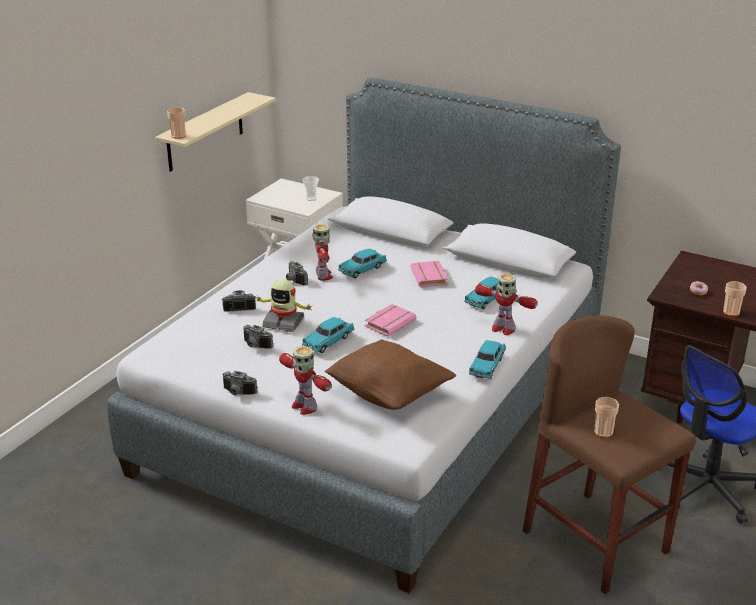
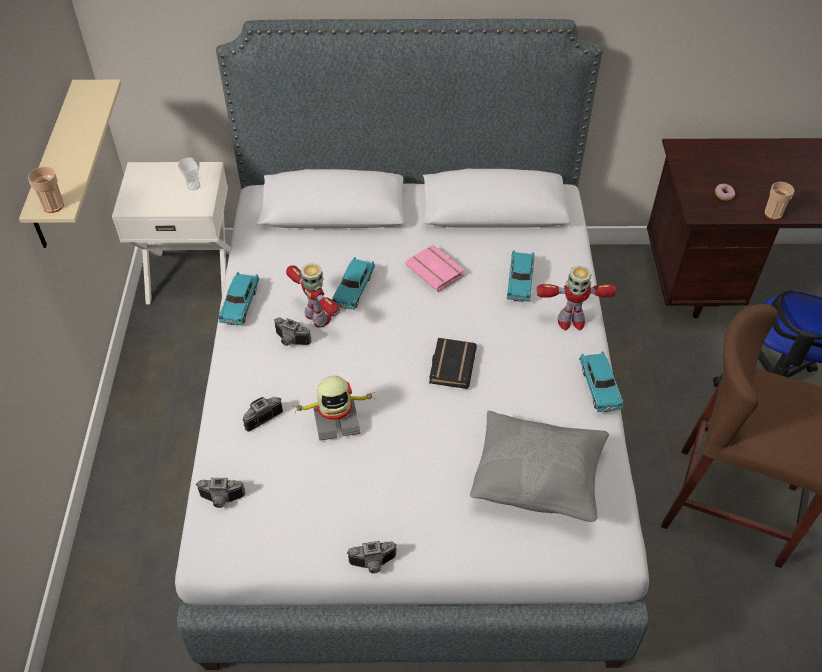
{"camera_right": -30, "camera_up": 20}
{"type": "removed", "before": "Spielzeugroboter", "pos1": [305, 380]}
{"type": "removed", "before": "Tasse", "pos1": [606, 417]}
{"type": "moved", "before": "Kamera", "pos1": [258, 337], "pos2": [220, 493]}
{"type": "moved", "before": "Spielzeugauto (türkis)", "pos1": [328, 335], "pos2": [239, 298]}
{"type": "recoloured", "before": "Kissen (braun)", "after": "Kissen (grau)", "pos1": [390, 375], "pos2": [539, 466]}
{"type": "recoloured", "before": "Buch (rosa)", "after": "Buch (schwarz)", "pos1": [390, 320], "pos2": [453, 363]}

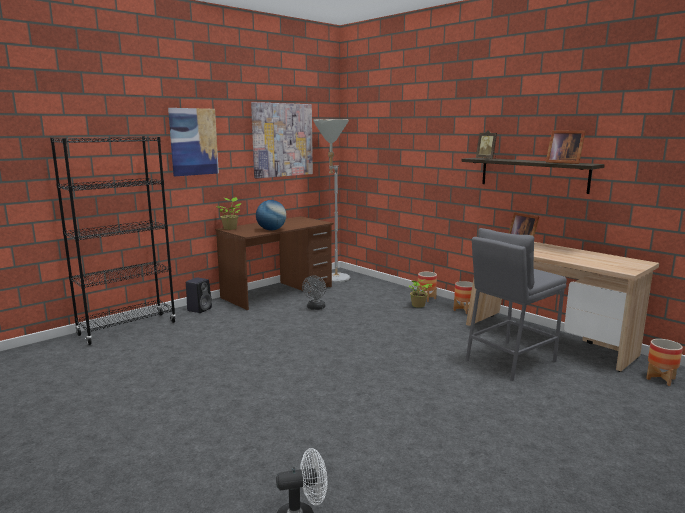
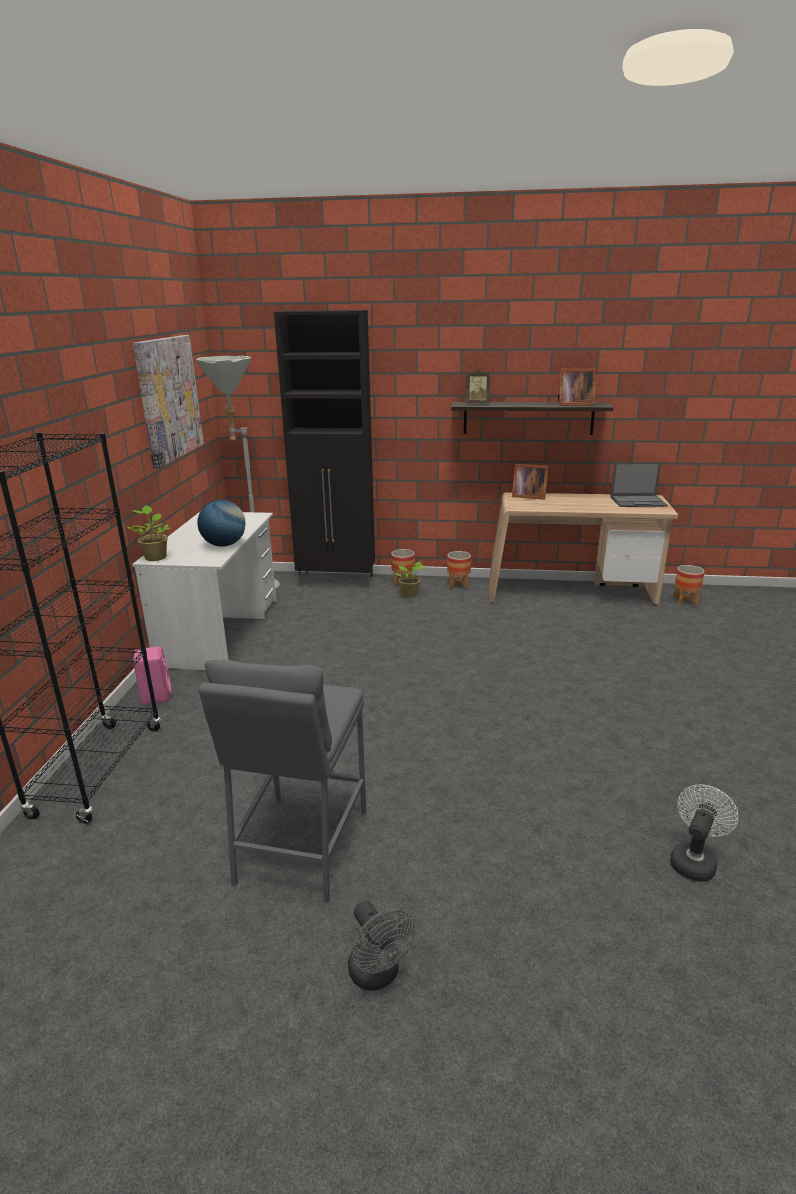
{"camera_right": -40, "camera_up": 10}
{"type": "removed", "before": "Bild", "pos1": [193, 142]}
{"type": "added", "after": "Schrank (schwarz)", "pos2": [324, 449]}
{"type": "added", "after": "Laptop", "pos2": [639, 484]}
{"type": "moved", "before": "Ventilator (grau)", "pos1": [314, 292], "pos2": [381, 945]}
{"type": "moved", "before": "Hocker (grau)", "pos1": [516, 304], "pos2": [282, 781]}
{"type": "recoloured", "before": "Lautsprecher (schwarz)", "after": "Lautsprecher (rosa)", "pos1": [199, 295], "pos2": [152, 675]}
{"type": "recoloured", "before": "Schreibtisch (braun)", "after": "Schreibtisch (weiß)", "pos1": [274, 263], "pos2": [204, 591]}

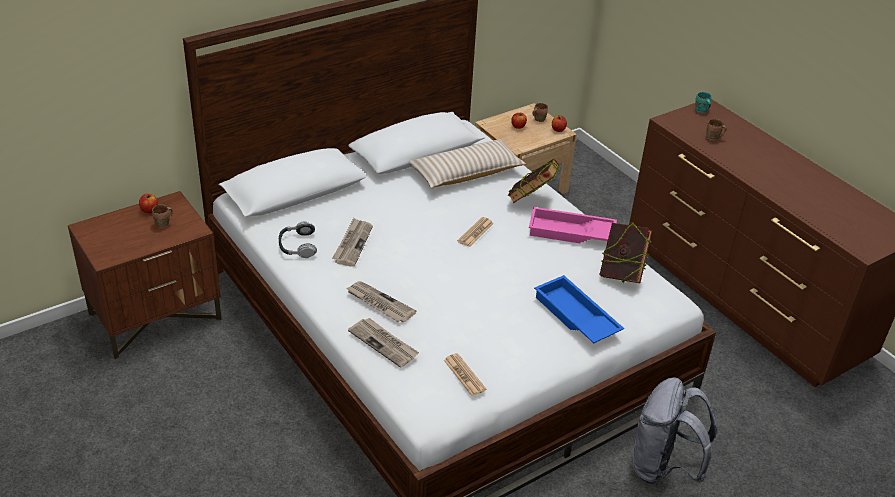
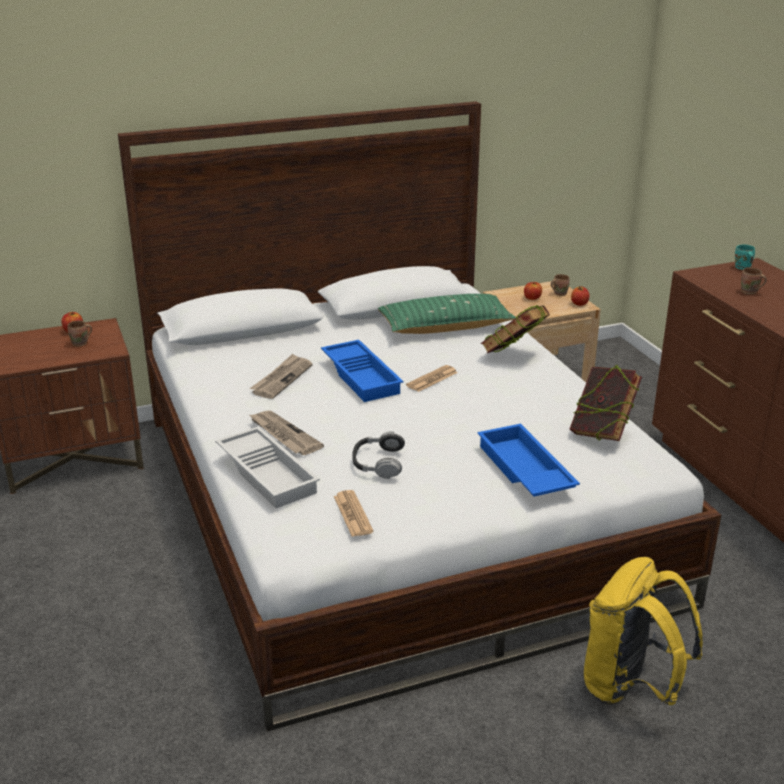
{"camera_right": 15, "camera_up": -10}
{"type": "removed", "before": "Tablett (rosa)", "pos1": [573, 225]}
{"type": "added", "after": "Tablett (blau)", "pos2": [362, 371]}
{"type": "moved", "before": "Kopfhörer", "pos1": [298, 239], "pos2": [378, 455]}
{"type": "replaced", "before": "Zeitung", "after": "Tablett (weiß)", "pos1": [383, 343], "pos2": [267, 467]}
{"type": "recoloured", "before": "Kissen (beige)", "after": "Kissen (grün)", "pos1": [467, 163], "pos2": [447, 314]}
{"type": "recoloured", "before": "Rucksack (grau)", "after": "Rucksack (gelb)", "pos1": [675, 430], "pos2": [643, 631]}

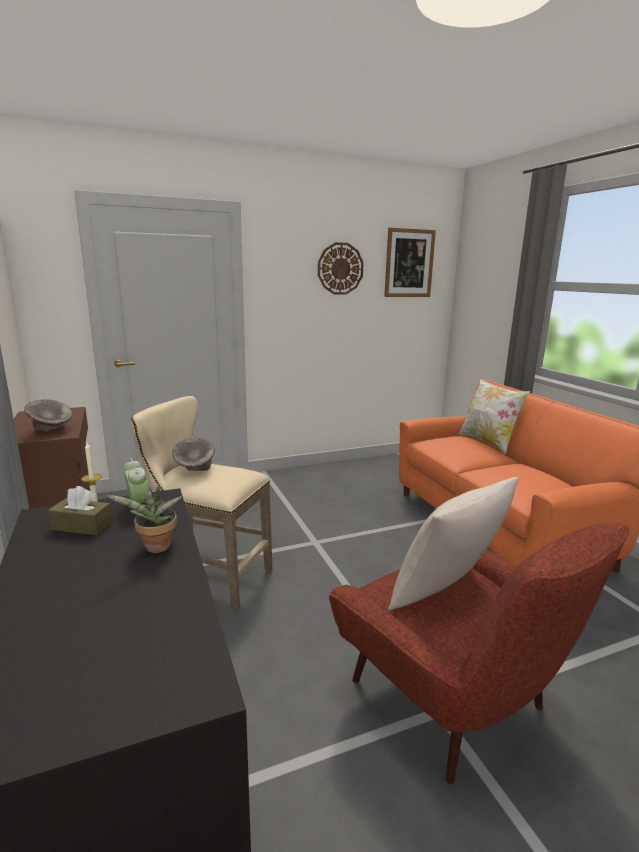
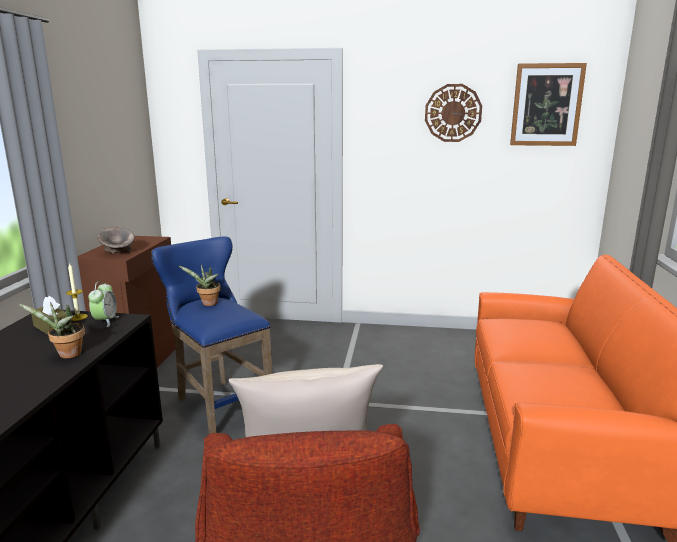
{"camera_right": 30, "camera_up": 0}
{"type": "removed", "before": "Kissen", "pos1": [494, 416]}
{"type": "replaced", "before": "Schüssel (grau)", "after": "Topfpflanze", "pos1": [193, 454], "pos2": [200, 285]}
{"type": "recoloured", "before": "Hocker (beige)", "after": "Hocker (blau)", "pos1": [201, 503], "pos2": [211, 335]}

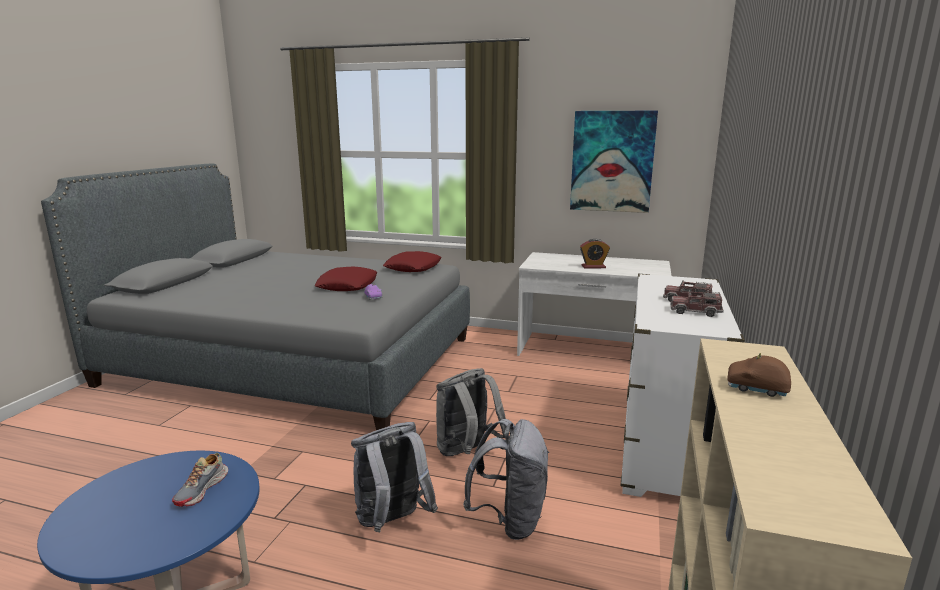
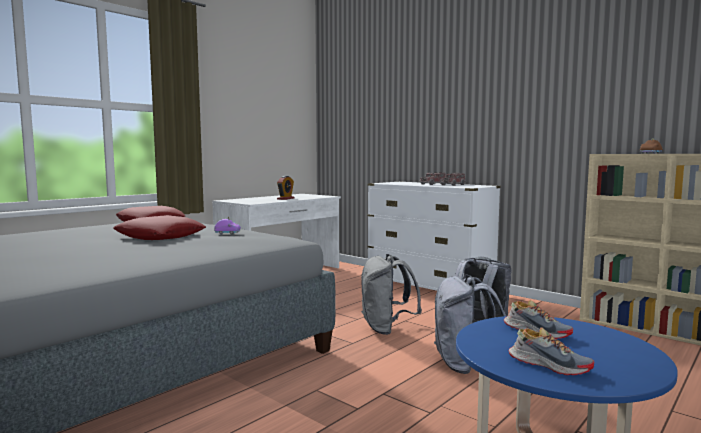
{"camera_right": -65, "camera_up": -10}
{"type": "removed", "before": "Bild", "pos1": [614, 162]}
{"type": "added", "after": "Schuh", "pos2": [551, 351]}

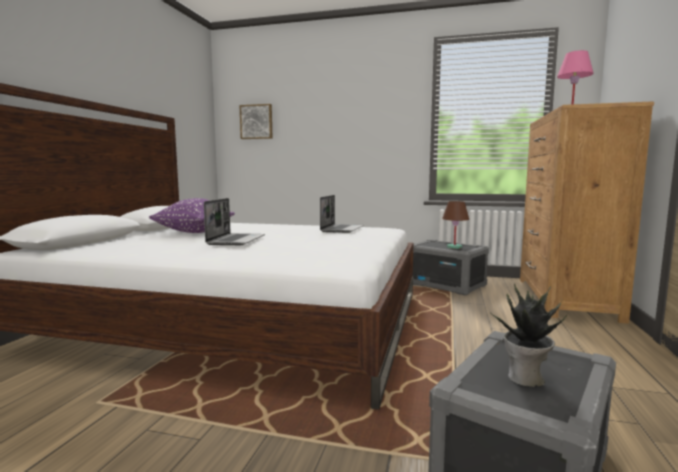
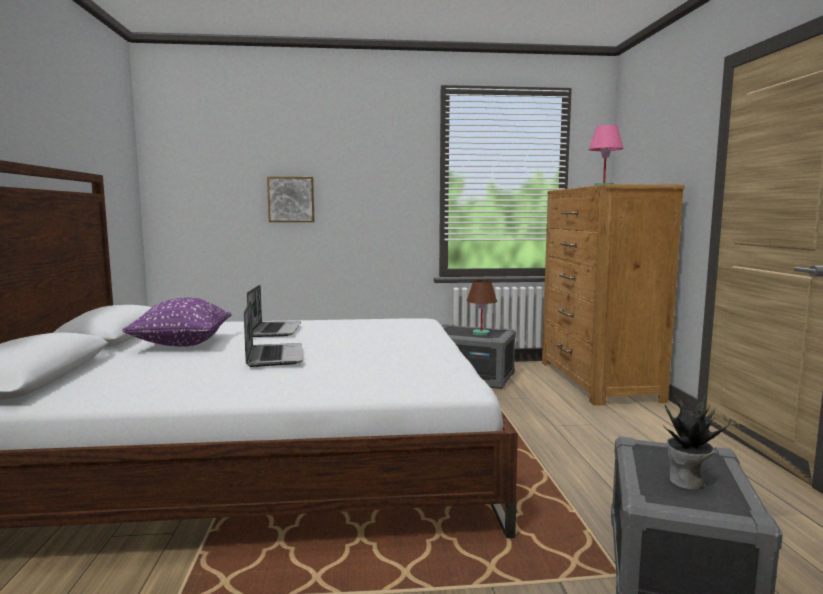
{"camera_right": -20, "camera_up": 0}
{"type": "moved", "before": "Bild", "pos1": [256, 121], "pos2": [290, 199]}
{"type": "moved", "before": "Laptop", "pos1": [342, 214], "pos2": [274, 311]}

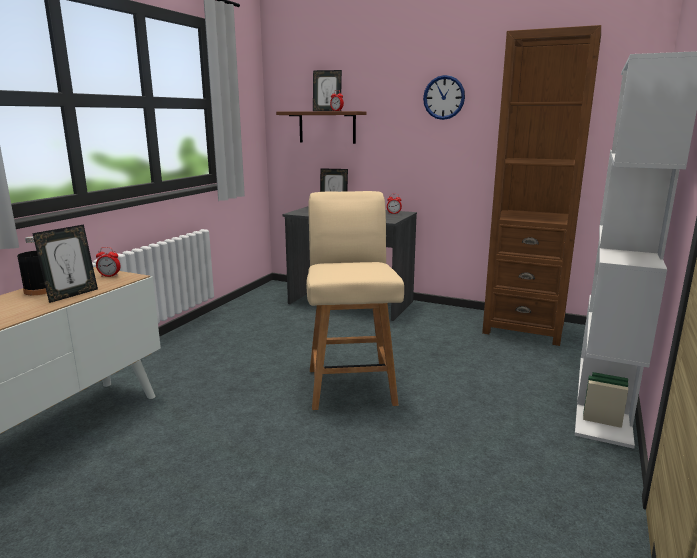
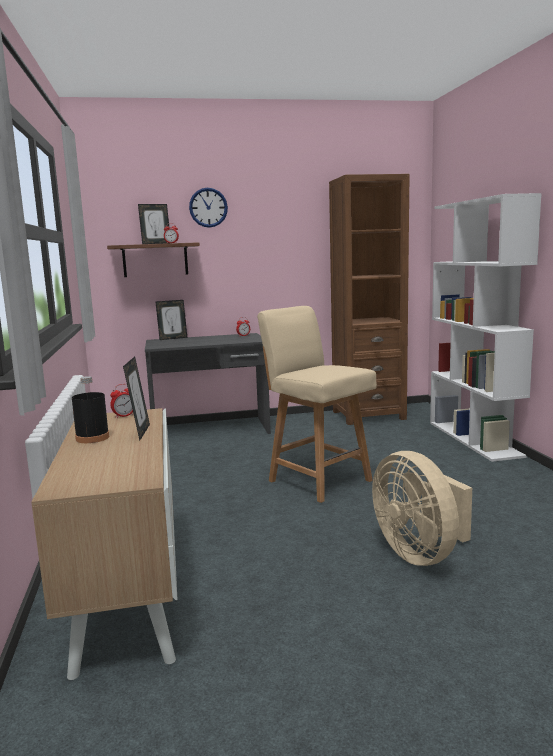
{"camera_right": -35, "camera_up": -5}
{"type": "added", "after": "Ventilator (beige)", "pos2": [422, 508]}
{"type": "moved", "before": "Wanduhr", "pos1": [444, 97], "pos2": [208, 208]}

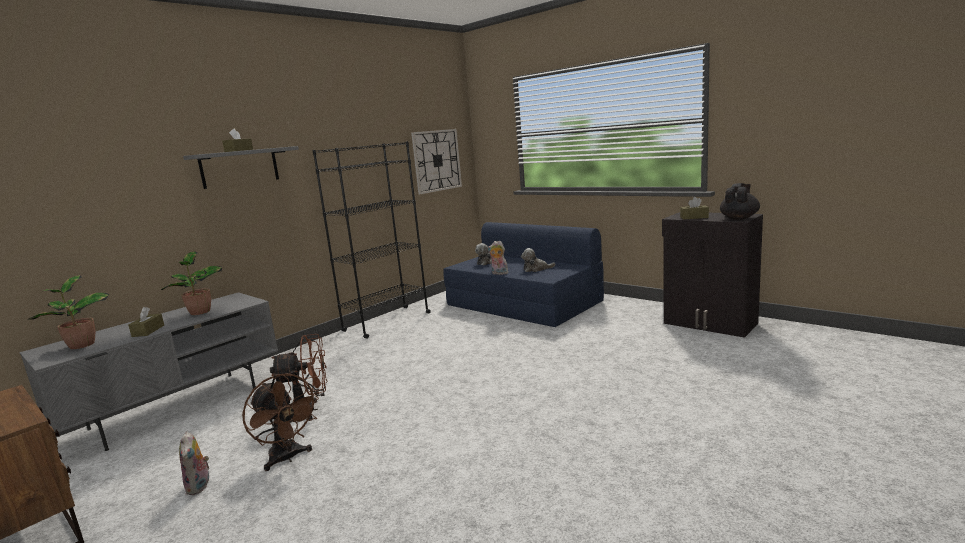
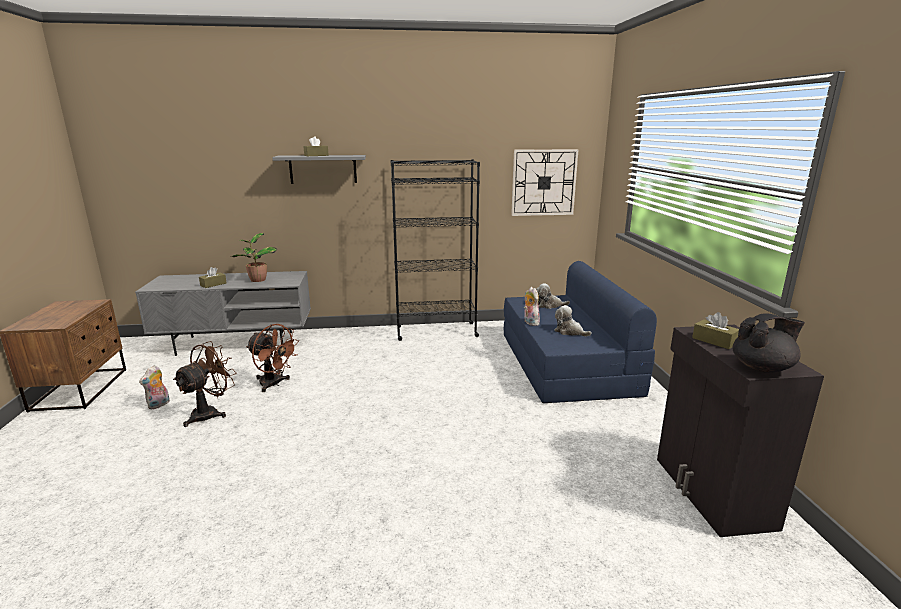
{"camera_right": 40, "camera_up": 5}
{"type": "removed", "before": "Topfpflanze", "pos1": [69, 312]}
{"type": "turned", "before": "Ventilator (braun)", "pos1": [280, 422], "pos2": [205, 384], "turn": -150}

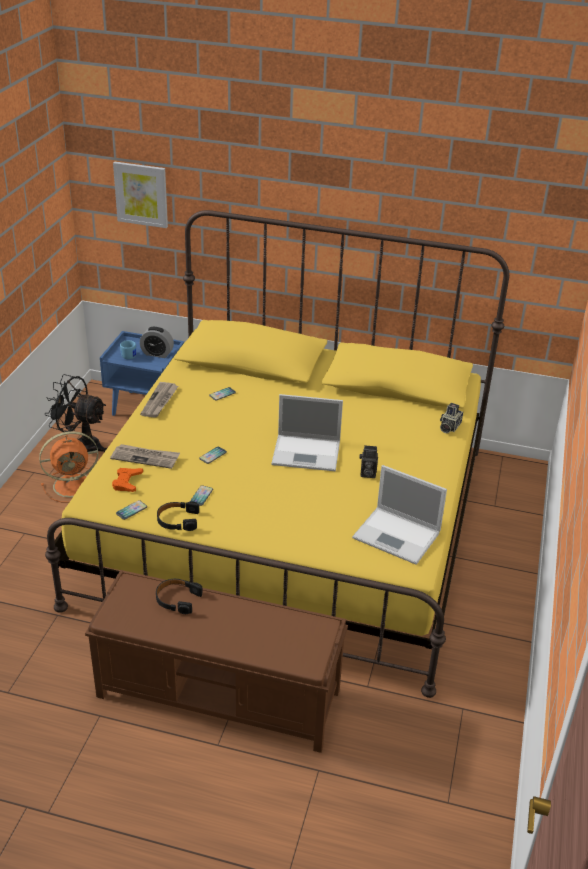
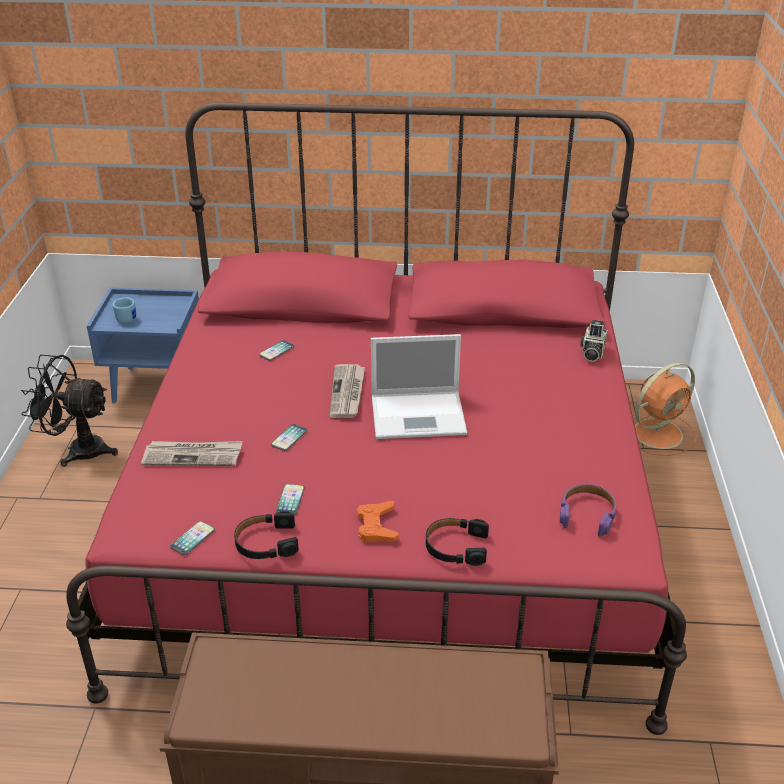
{"camera_right": -10, "camera_up": 0}
{"type": "removed", "before": "Bild", "pos1": [140, 195]}
{"type": "removed", "before": "Wecker", "pos1": [157, 342]}
{"type": "removed", "before": "Kamera", "pos1": [368, 461]}
{"type": "moved", "before": "Ventilator (orange)", "pos1": [69, 467], "pos2": [665, 409]}
{"type": "moved", "before": "Gamepad (orange)", "pos1": [127, 480], "pos2": [378, 521]}
{"type": "moved", "before": "Zeitung", "pos1": [159, 400], "pos2": [347, 391]}
{"type": "moved", "before": "Kopfhörer (schwarz)", "pos1": [179, 596], "pos2": [457, 542]}
{"type": "replaced", "before": "Laptop", "after": "Kopfhörer (lila)", "pos1": [399, 515], "pos2": [588, 510]}
{"type": "recoloured", "before": "Bett (gelb)", "after": "Bett (rot)", "pos1": [277, 454], "pos2": [376, 418]}

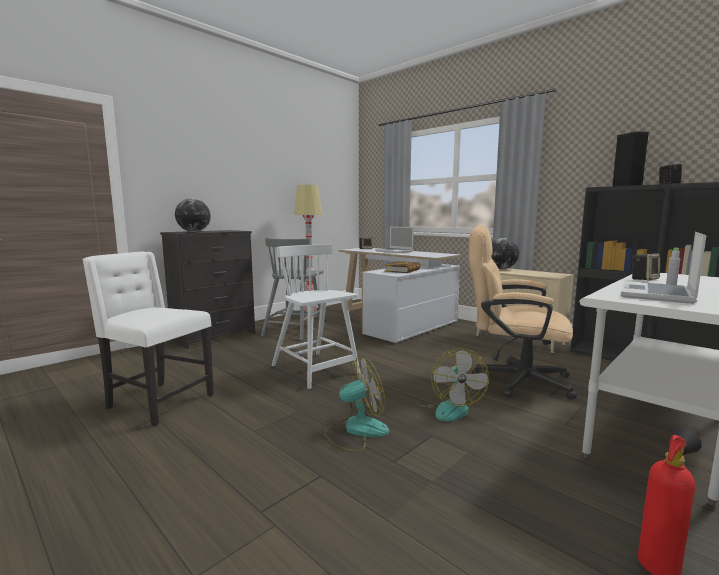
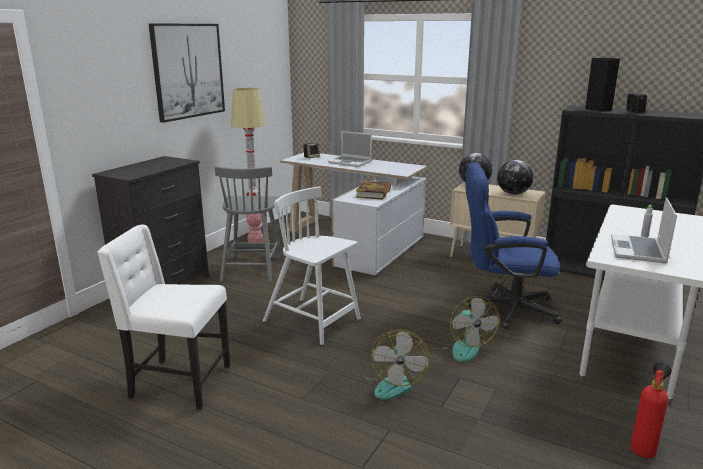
{"camera_right": -15, "camera_up": 10}
{"type": "removed", "before": "Lautsprecher", "pos1": [646, 266]}
{"type": "added", "after": "Bild", "pos2": [187, 73]}
{"type": "moved", "before": "Globus", "pos1": [193, 215], "pos2": [515, 177]}
{"type": "recoloured", "before": "Bürostuhl (beige)", "after": "Bürostuhl (blau)", "pos1": [523, 312], "pos2": [514, 245]}
{"type": "turned", "before": "Ventilator", "pos1": [356, 404], "pos2": [396, 364], "turn": 135}

